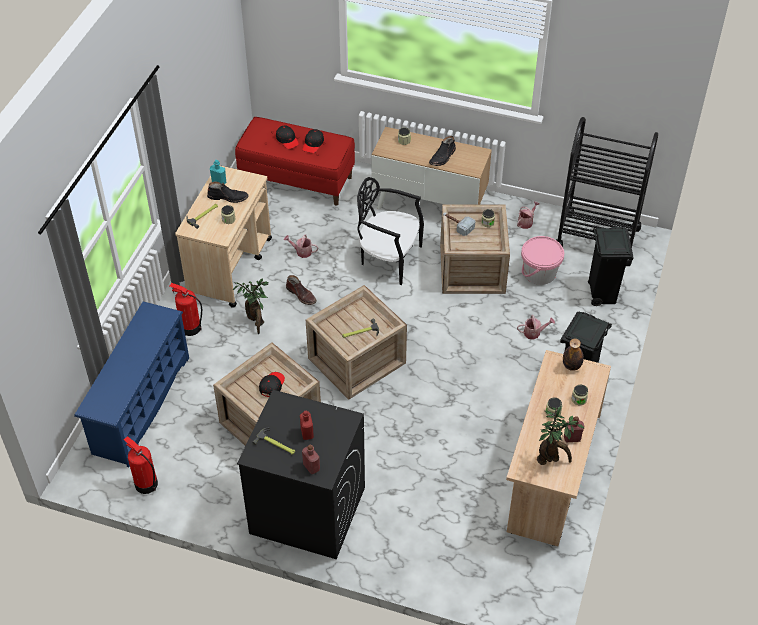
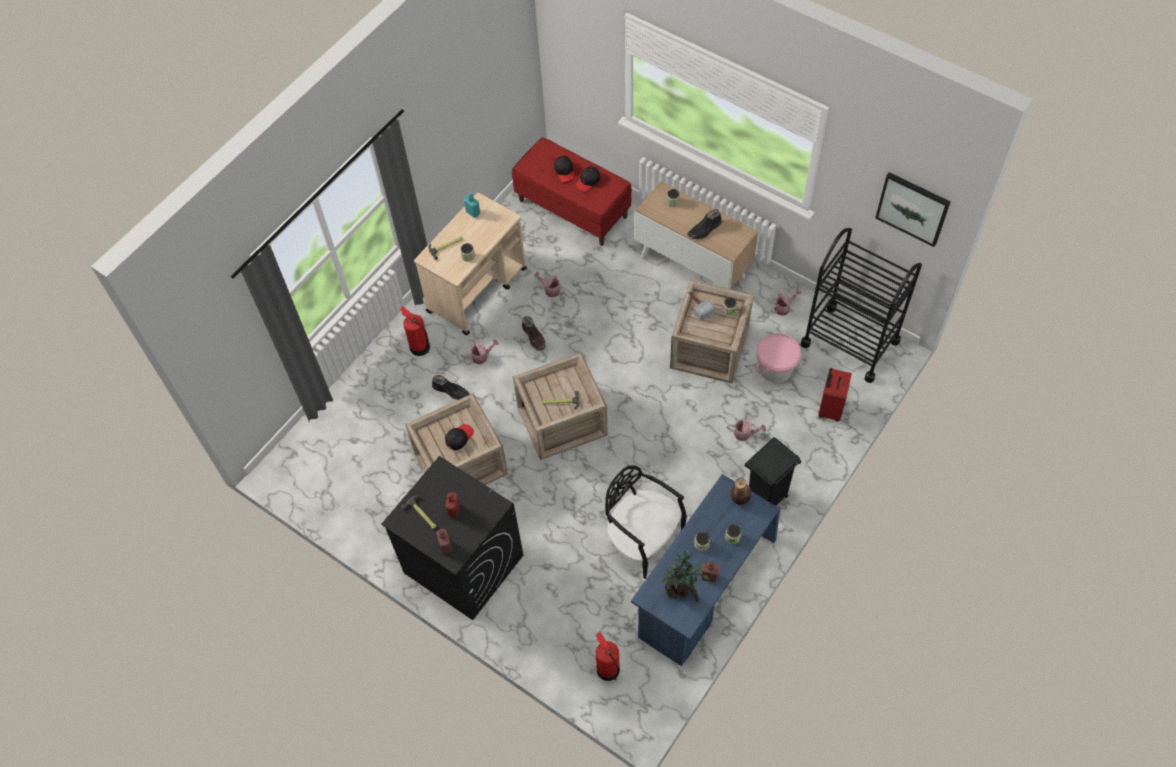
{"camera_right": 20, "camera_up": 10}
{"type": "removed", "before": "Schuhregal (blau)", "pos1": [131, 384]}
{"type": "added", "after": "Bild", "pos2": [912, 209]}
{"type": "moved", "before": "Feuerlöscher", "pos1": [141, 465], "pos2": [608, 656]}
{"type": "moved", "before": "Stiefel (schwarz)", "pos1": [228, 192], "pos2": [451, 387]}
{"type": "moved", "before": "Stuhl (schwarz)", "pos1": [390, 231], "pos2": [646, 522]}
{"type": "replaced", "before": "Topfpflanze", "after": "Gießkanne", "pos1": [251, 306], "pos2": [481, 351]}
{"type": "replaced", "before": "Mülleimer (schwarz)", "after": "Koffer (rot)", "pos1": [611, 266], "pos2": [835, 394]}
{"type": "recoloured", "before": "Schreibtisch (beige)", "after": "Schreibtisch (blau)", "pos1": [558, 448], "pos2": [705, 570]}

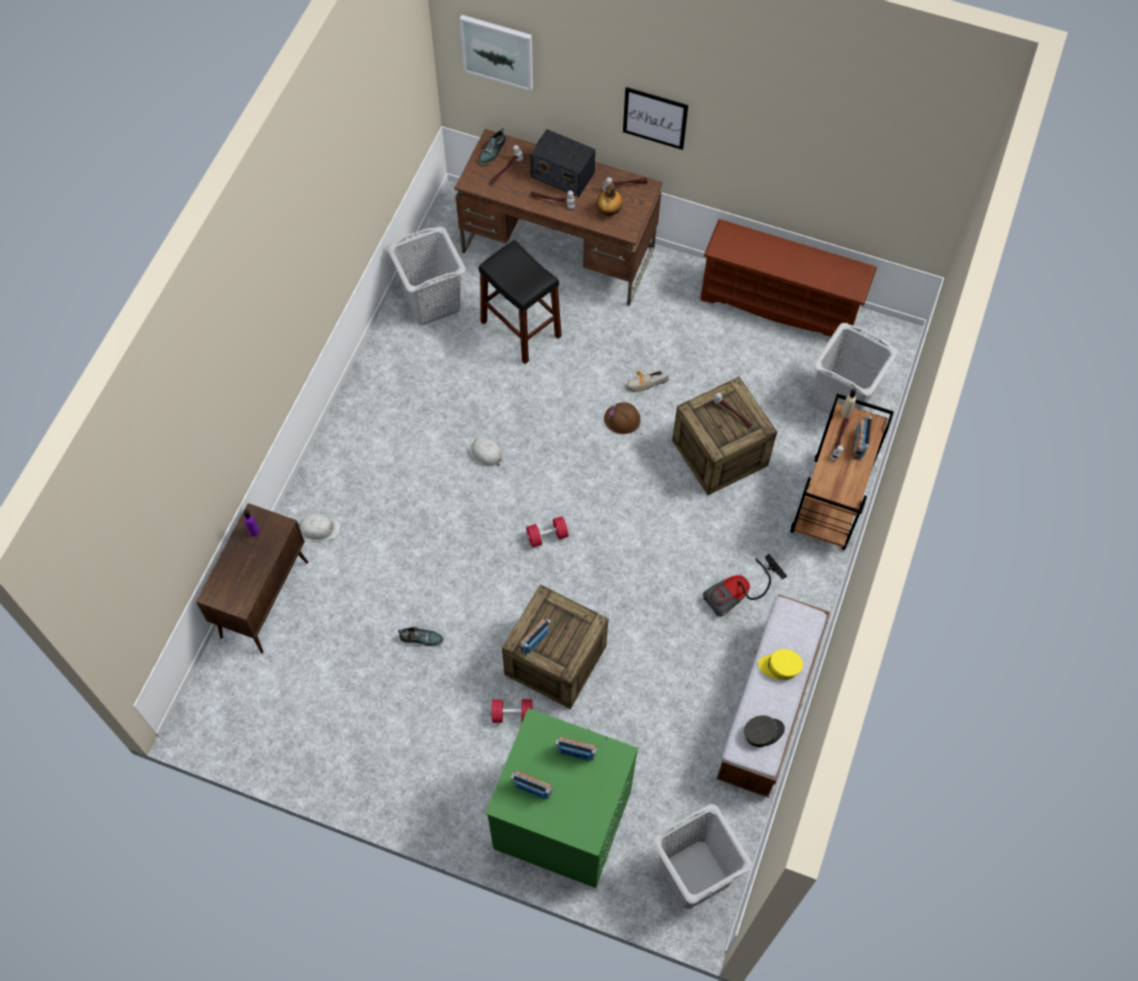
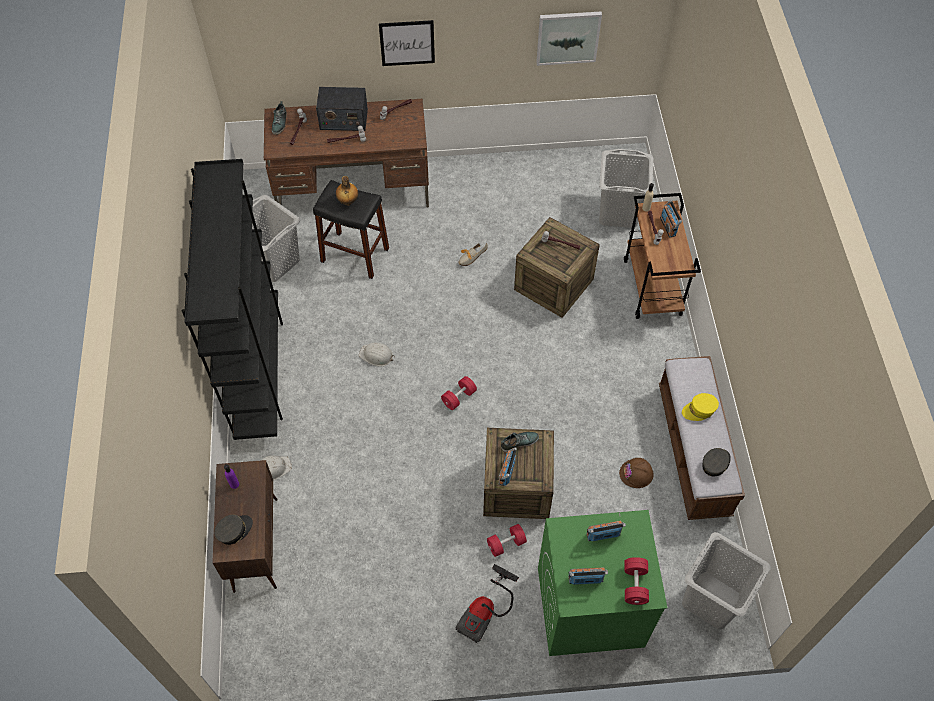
{"camera_right": -25, "camera_up": -5}
{"type": "removed", "before": "Schuhregal (braun)", "pos1": [788, 278]}
{"type": "added", "after": "Bücherregal (schwarz)", "pos2": [232, 299]}
{"type": "added", "after": "Kappe (grau)", "pos2": [233, 529]}
{"type": "added", "after": "Hantel (rot)", "pos2": [636, 581]}
{"type": "moved", "before": "Schuh", "pos1": [420, 637], "pos2": [520, 442]}
{"type": "moved", "before": "Bild", "pos1": [496, 53], "pos2": [569, 39]}
{"type": "moved", "before": "Flasche", "pos1": [610, 199], "pos2": [347, 191]}
{"type": "moved", "before": "Schutzhelm (braun)", "pos1": [622, 418], "pos2": [636, 473]}
{"type": "moved", "before": "Staubsauger", "pos1": [745, 585], "pos2": [487, 603]}

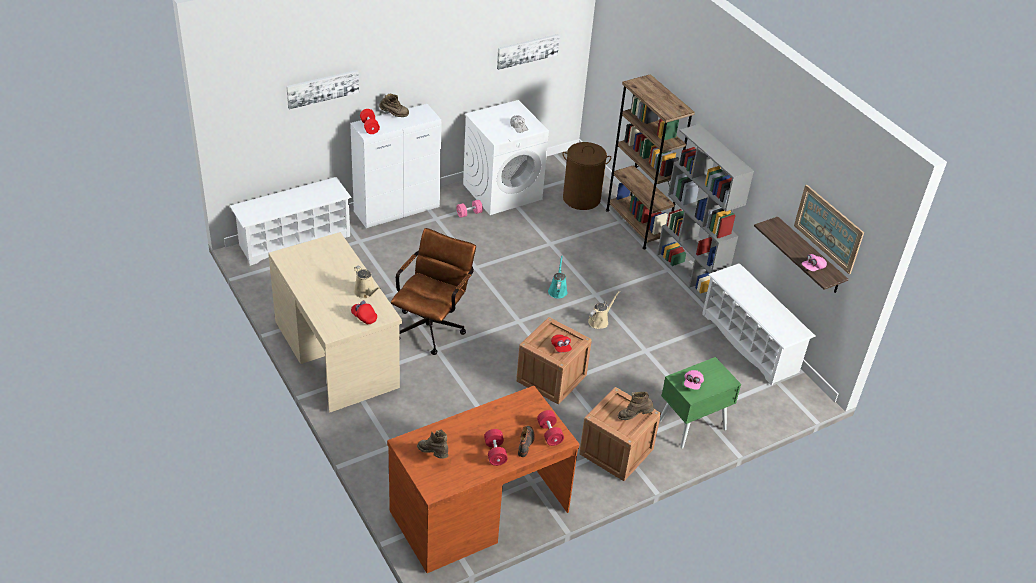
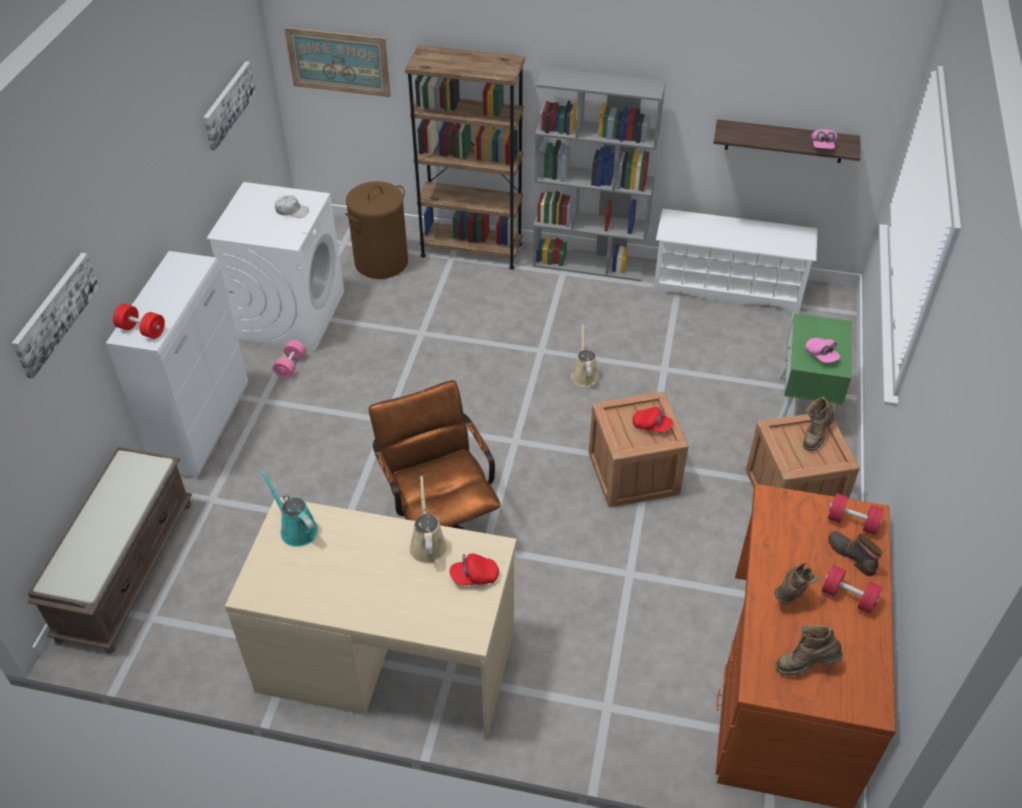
{"camera_right": -45, "camera_up": 5}
{"type": "moved", "before": "Stiefel (braun)", "pos1": [394, 105], "pos2": [797, 583]}
{"type": "moved", "before": "Gießkanne (türkis)", "pos1": [558, 277], "pos2": [289, 508]}
{"type": "moved", "before": "Bild", "pos1": [829, 229], "pos2": [337, 62]}
{"type": "replaced", "before": "Schuhregal (weiß)", "after": "Bank (braun)", "pos1": [291, 221], "pos2": [109, 550]}
{"type": "turned", "before": "Gießkanne (beige)", "pos1": [367, 282], "pos2": [428, 519], "turn": -105}

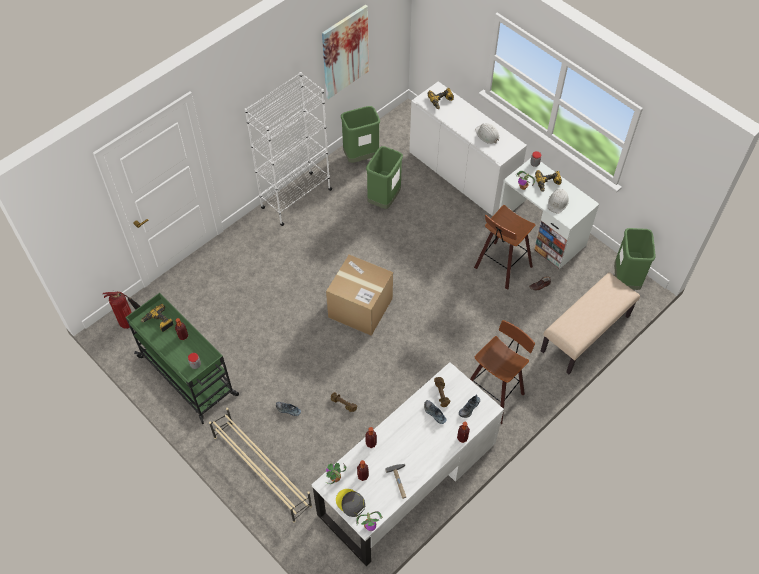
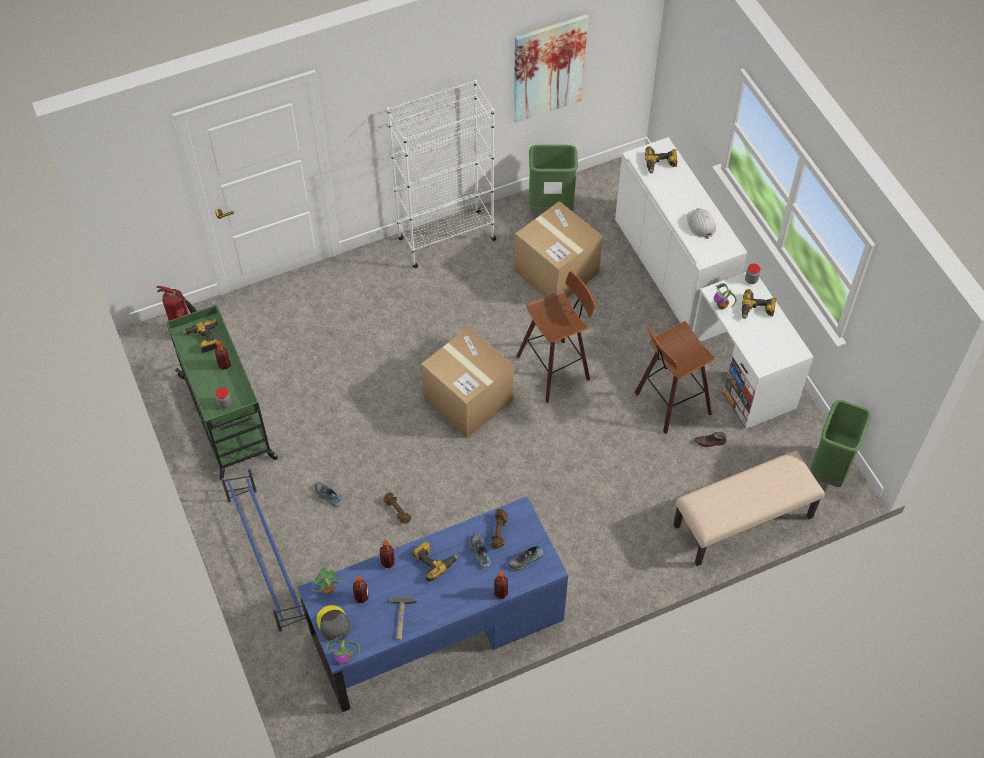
{"camera_right": 20, "camera_up": 0}
{"type": "removed", "before": "Schutzhelm (weiß)", "pos1": [558, 201]}
{"type": "added", "after": "Bohrmaschine", "pos2": [435, 561]}
{"type": "moved", "before": "Hocker", "pos1": [502, 372], "pos2": [555, 337]}
{"type": "replaced", "before": "Mülleimer (grün)", "after": "Karton", "pos1": [384, 177], "pos2": [558, 249]}
{"type": "recoloured", "before": "Schuhregal (beige)", "after": "Schuhregal (blau)", "pos1": [260, 465], "pos2": [264, 550]}
{"type": "recoloured", "before": "Schreibtisch (weiß)", "after": "Schreibtisch (blau)", "pos1": [407, 464], "pos2": [433, 604]}

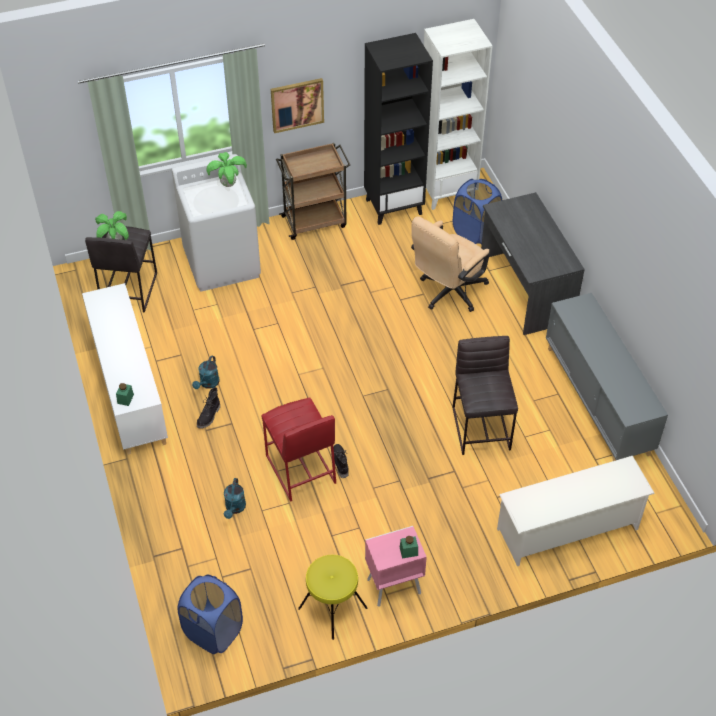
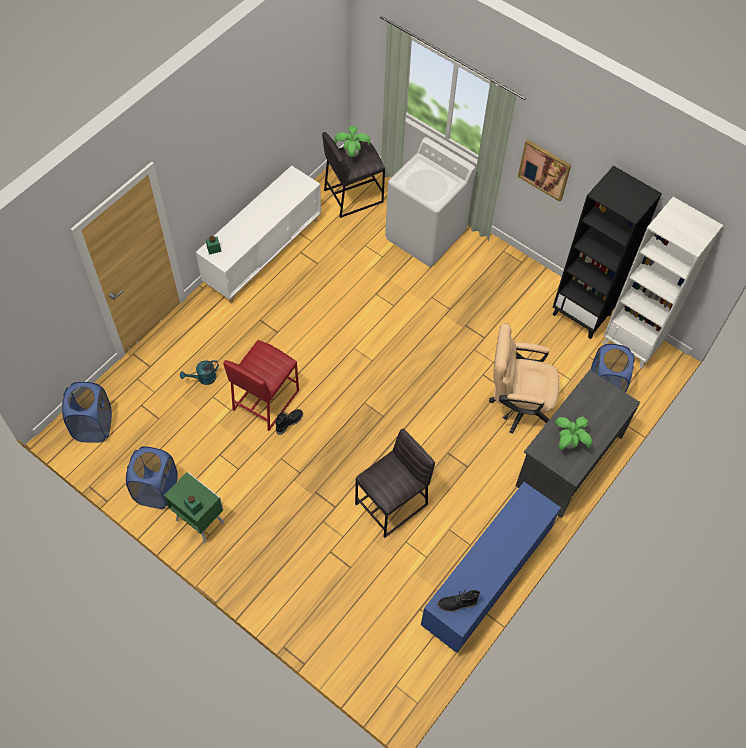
{"camera_right": 55, "camera_up": 10}
{"type": "removed", "before": "Gießkanne (türkis)", "pos1": [206, 372]}
{"type": "removed", "before": "Rollwagen (braun)", "pos1": [313, 191]}
{"type": "removed", "before": "Schuhregal (weiß)", "pos1": [576, 511]}
{"type": "moved", "before": "Stiefel (schwarz)", "pos1": [208, 408], "pos2": [458, 601]}
{"type": "moved", "before": "Topfpflanze", "pos1": [227, 169], "pos2": [573, 433]}
{"type": "replaced", "before": "Hocker (gelb)", "after": "Wäschekorb (blau)", "pos1": [333, 597], "pos2": [151, 477]}
{"type": "recoloured", "before": "Nachttisch (rosa)", "after": "Nachttisch (grün)", "pos1": [396, 566], "pos2": [194, 508]}
{"type": "recoloured", "before": "Schrank (grau)", "after": "Schrank (blau)", "pos1": [607, 377], "pos2": [491, 567]}

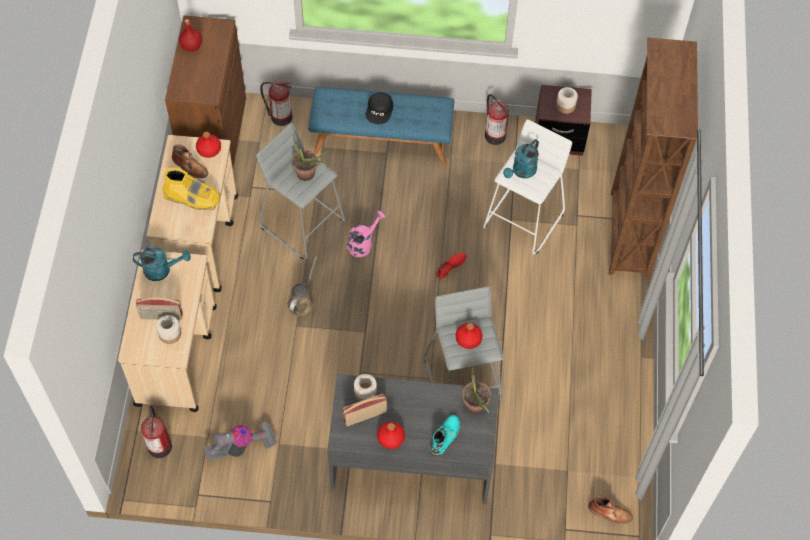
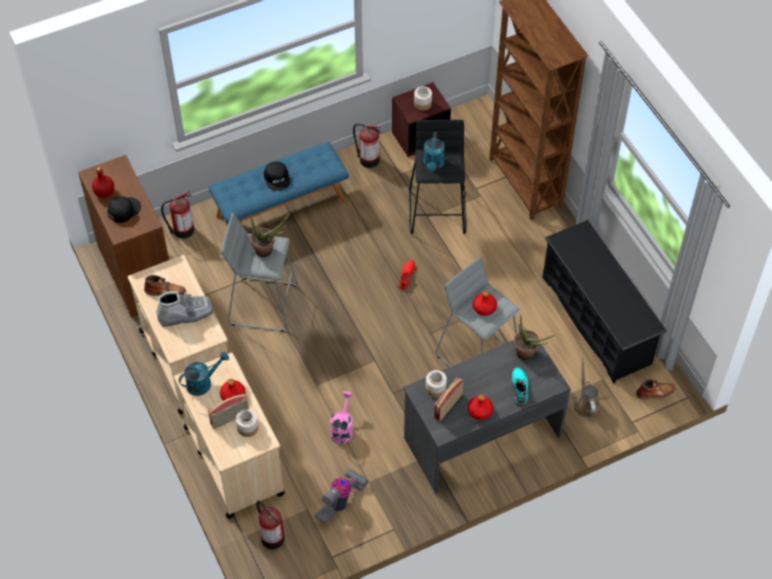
{"camera_right": -30, "camera_up": -5}
{"type": "added", "after": "Kappe (schwarz)", "pos2": [124, 209]}
{"type": "added", "after": "Schuhregal (schwarz)", "pos2": [604, 302]}
{"type": "moved", "before": "Flasche (rot)", "pos1": [208, 145], "pos2": [232, 390]}
{"type": "moved", "before": "Gießkanne (braun)", "pos1": [302, 286], "pos2": [587, 387]}
{"type": "moved", "before": "Gießkanne (rosa)", "pos1": [366, 234], "pos2": [341, 417]}
{"type": "recoloured", "before": "Stiefel (gelb)", "after": "Stiefel (grau)", "pos1": [191, 188], "pos2": [184, 309]}
{"type": "recoloured", "before": "Hocker (weiß)", "after": "Hocker (schwarz)", "pos1": [527, 186], "pos2": [437, 177]}

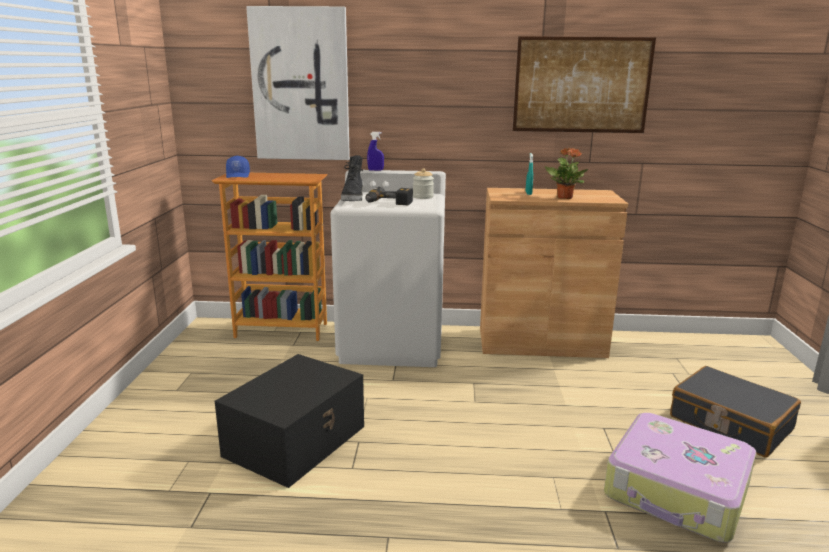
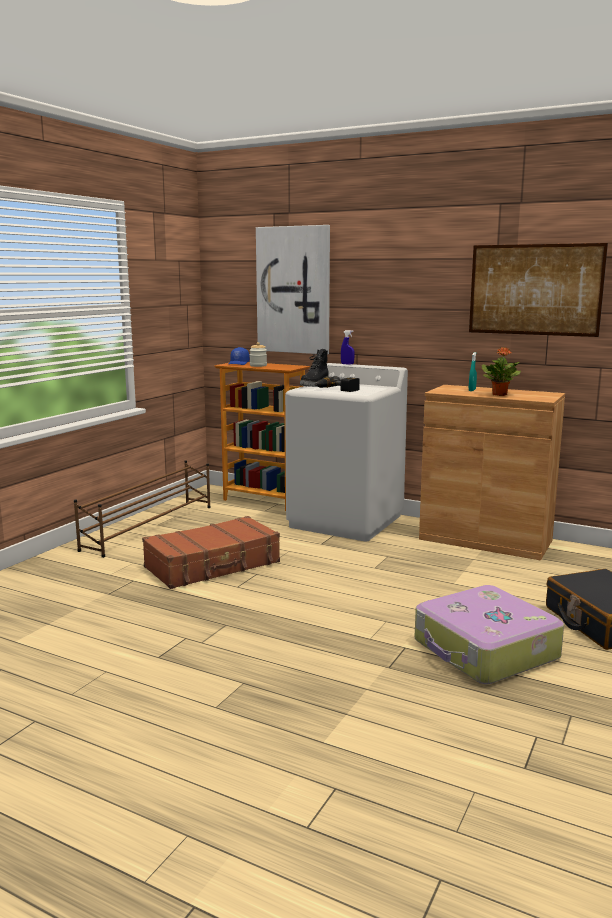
{"camera_right": 25, "camera_up": -5}
{"type": "added", "after": "Schuhregal (braun)", "pos2": [142, 509]}
{"type": "moved", "before": "Vorratsglas", "pos1": [423, 183], "pos2": [258, 354]}
{"type": "replaced", "before": "Aufbewahrungsbox (schwarz)", "after": "Koffer (braun)", "pos1": [289, 421], "pos2": [211, 552]}

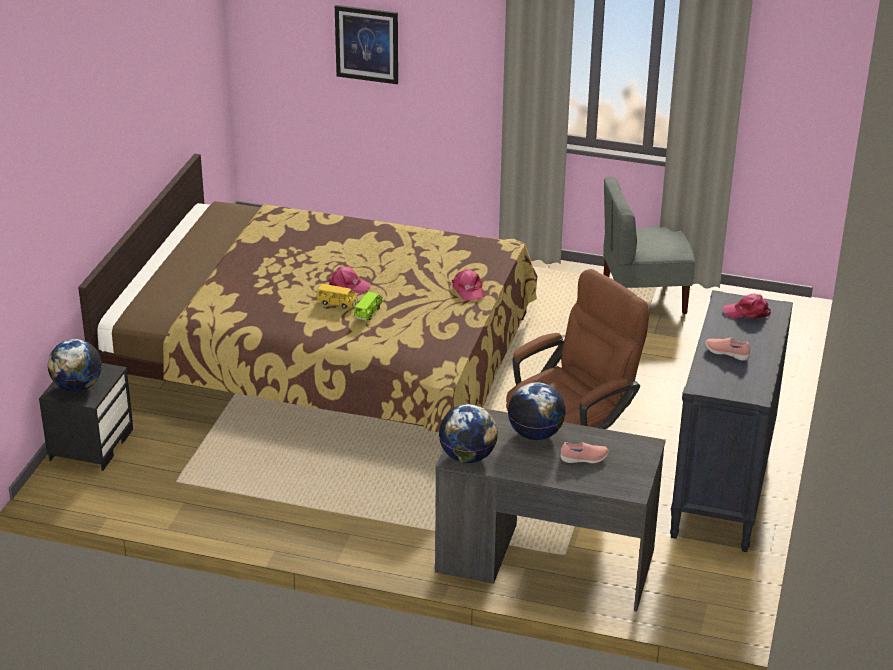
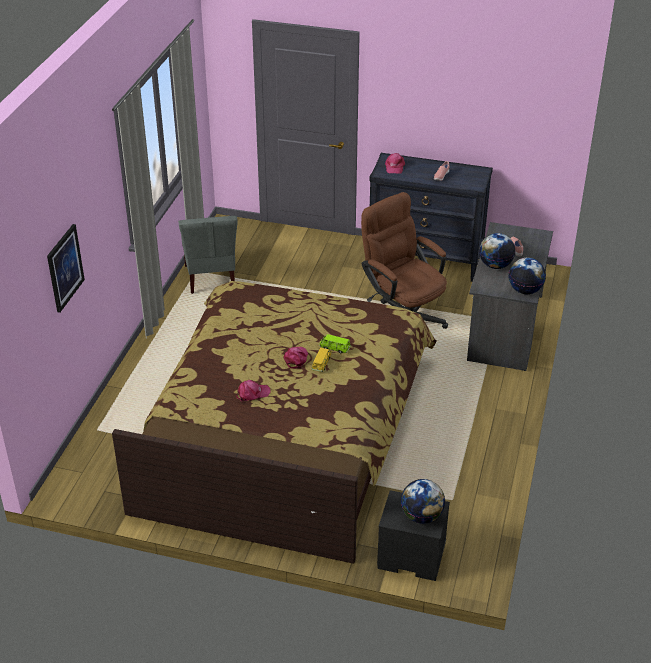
{"camera_right": -90, "camera_up": 5}
{"type": "moved", "before": "Kappe (rosa)", "pos1": [468, 285], "pos2": [253, 391]}

